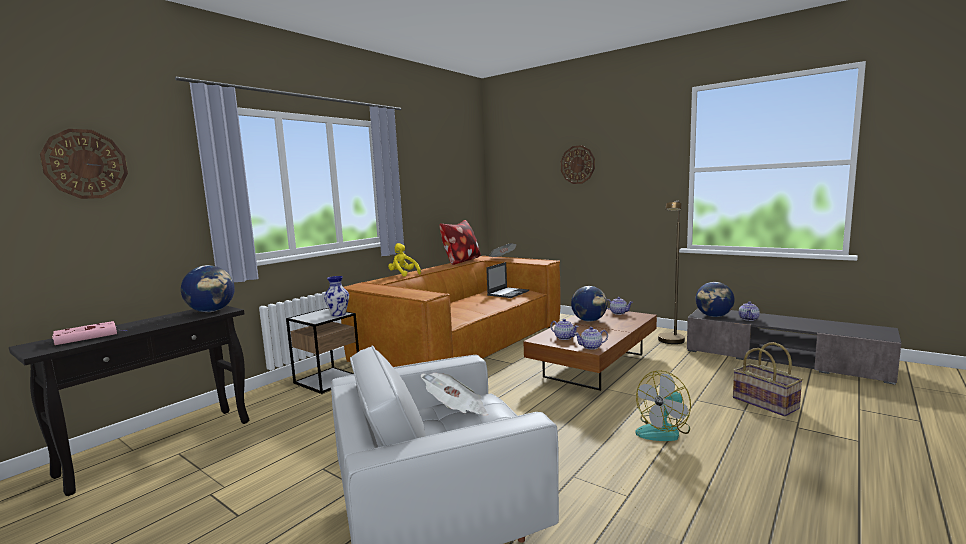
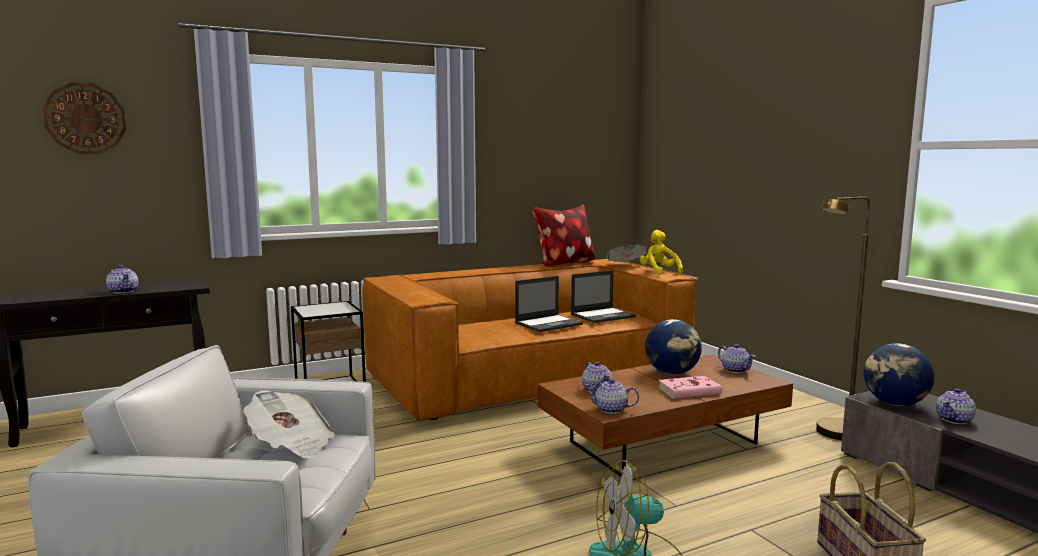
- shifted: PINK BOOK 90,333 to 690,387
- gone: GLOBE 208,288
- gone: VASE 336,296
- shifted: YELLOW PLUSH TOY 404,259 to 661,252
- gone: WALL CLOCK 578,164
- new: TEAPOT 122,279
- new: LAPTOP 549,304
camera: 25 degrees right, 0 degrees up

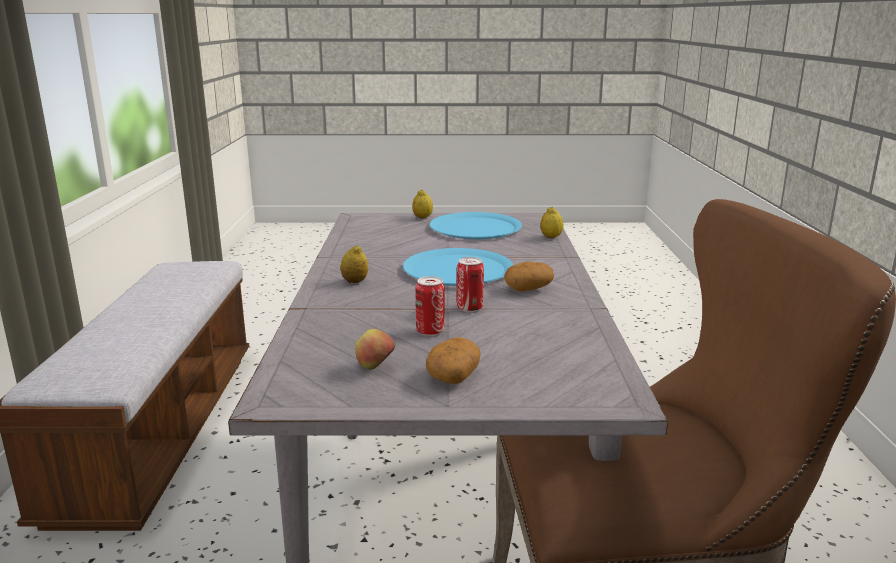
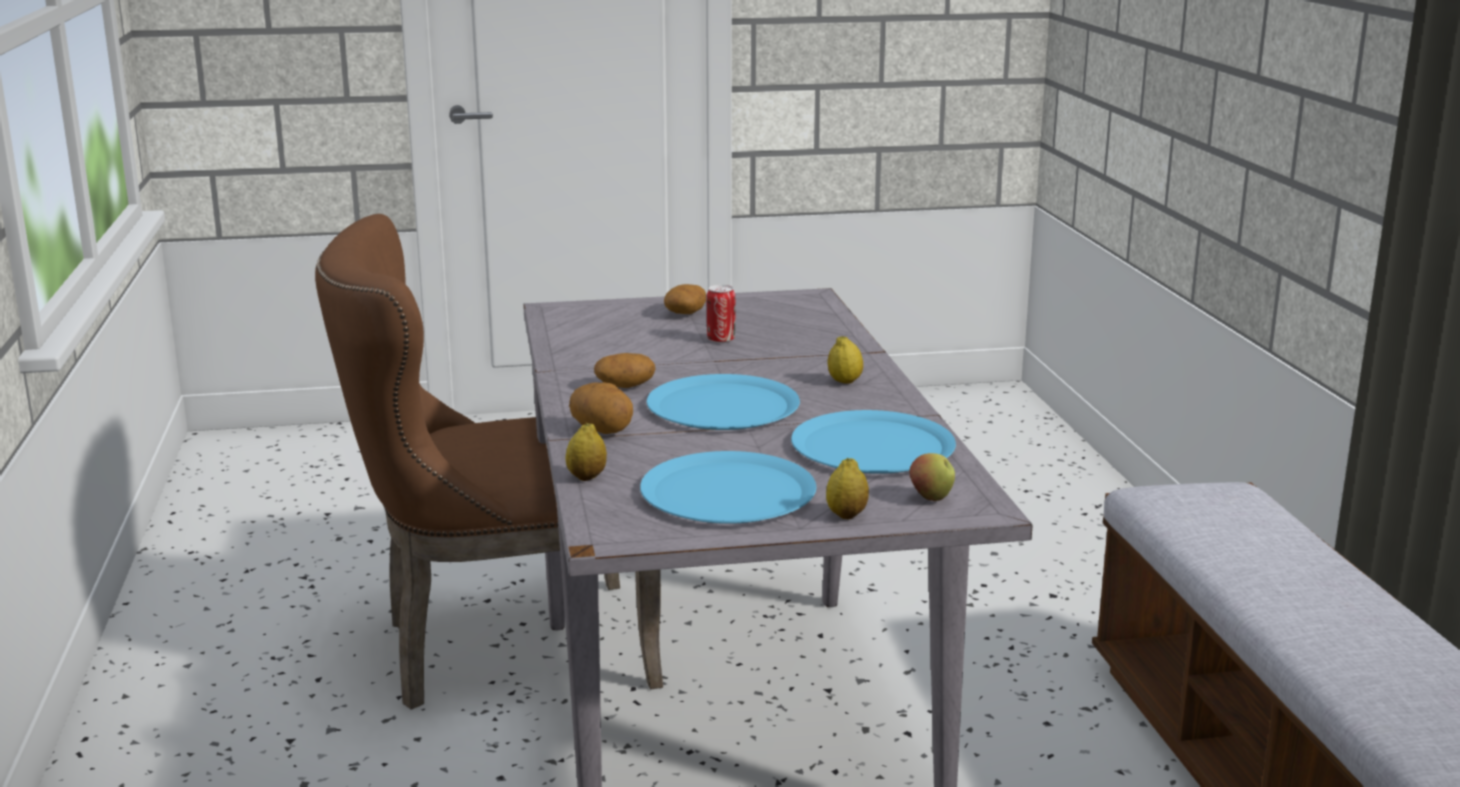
- shifted: APPLE 375,349 to 932,477
- gone: CAN 470,284
- new: POTATO 601,408
- new: BLUE PLATE 873,442
camera: 170 degrees right, 0 degrees up

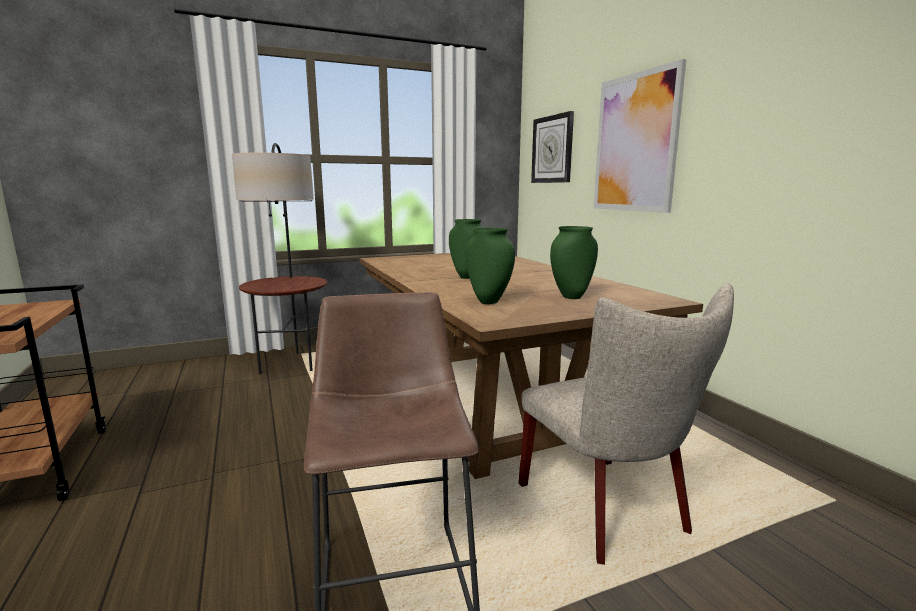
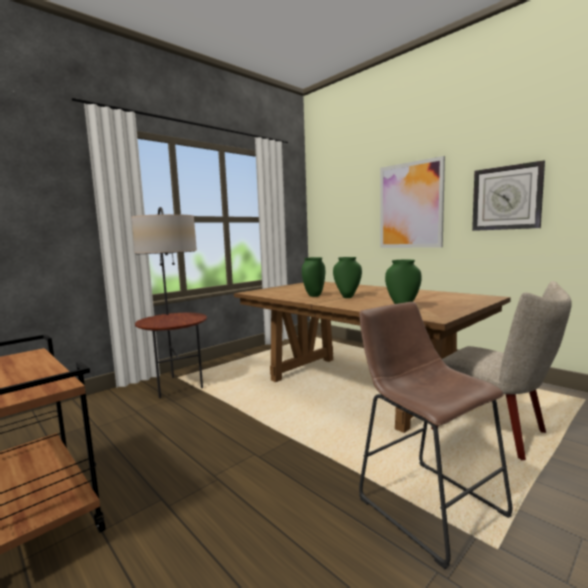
- shifted: WALL CLOCK 552,147 to 508,195
- shifted: GREEN VASE 574,262 to 313,277
camera: 20 degrees left, 5 degrees down

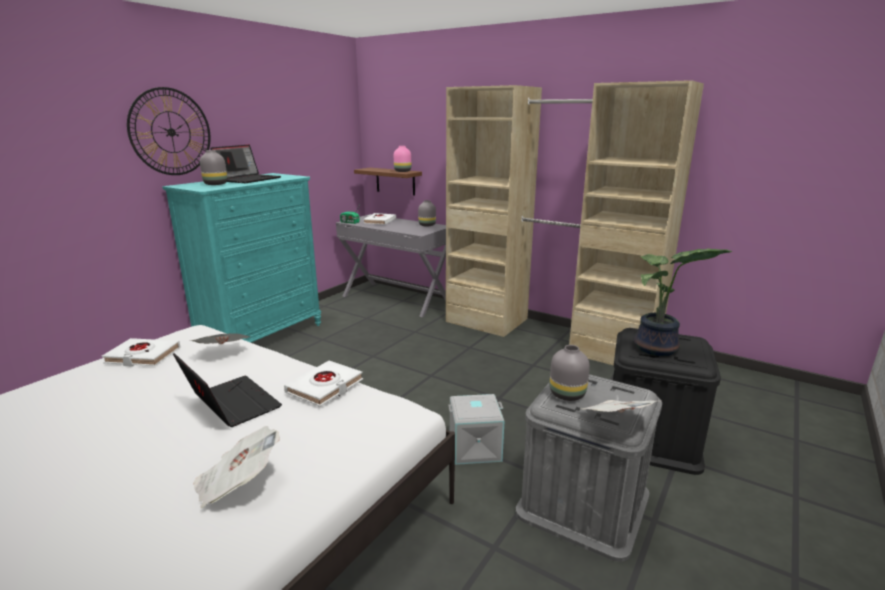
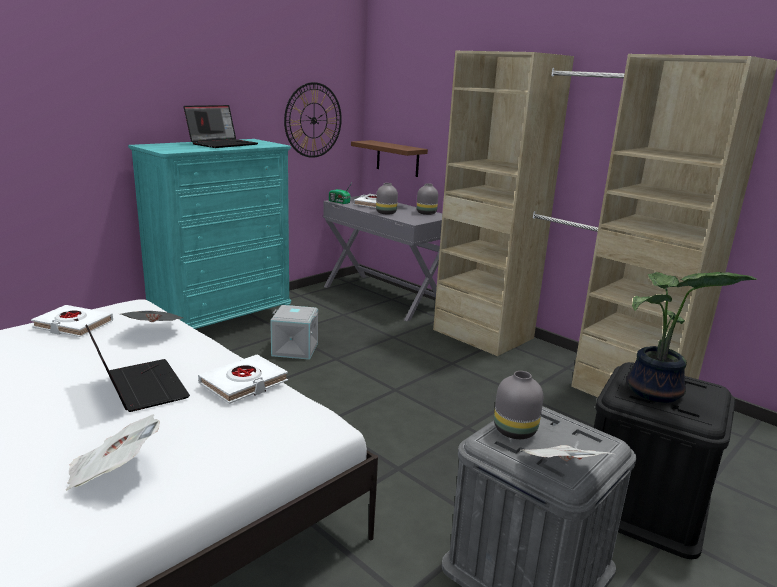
- shifted: WALL CLOCK 169,131 to 313,120
- shifted: GREY VASE 213,167 to 387,199
- gone: PINK VASE 402,159
- shifted: GREY STORAGE BOX 476,429 to 294,332
camera: 10 degrees right, 0 degrees up

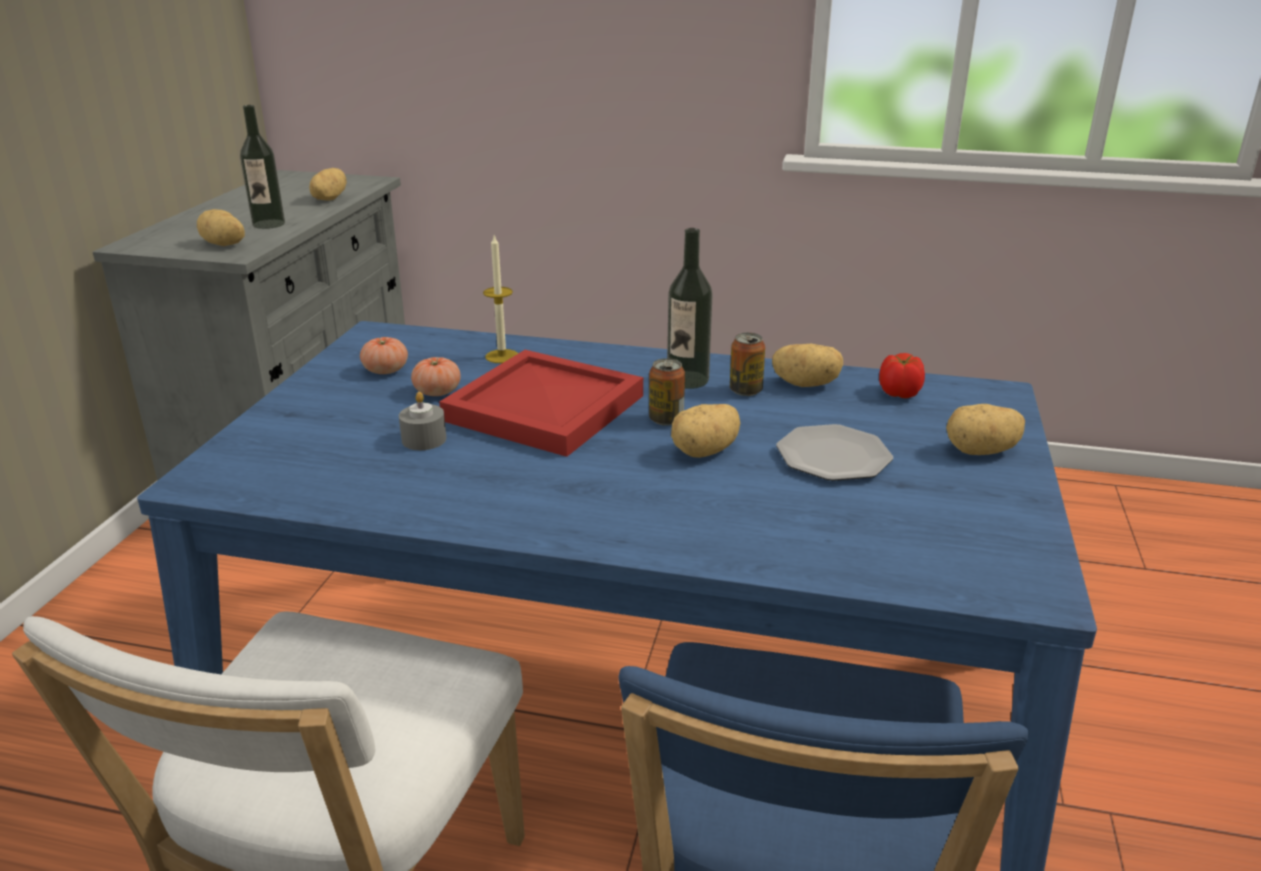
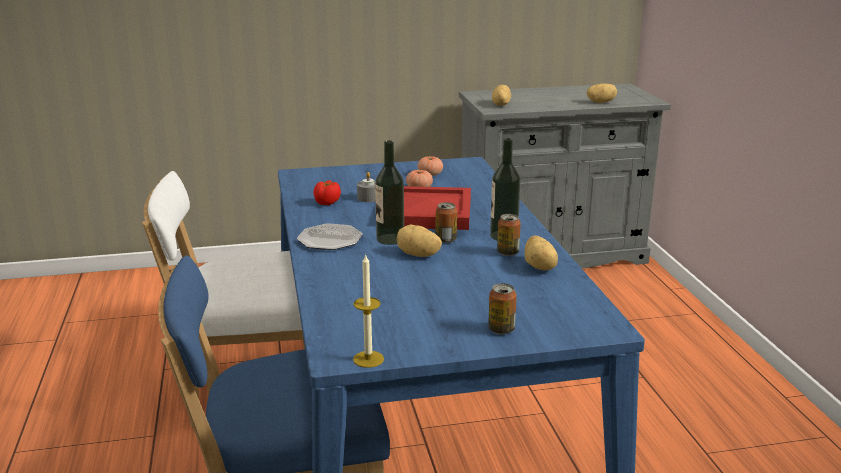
- shifted: BOTTLE 262,167 to 389,192
- shifted: CANDLE 500,299 to 368,310
- shifted: PLATE 834,452 to 330,236
- shifted: TOMATO 902,375 to 327,192
- swapped: POTATO 985,429 to CAN 502,308
camera: 65 degrees right, 5 degrees down

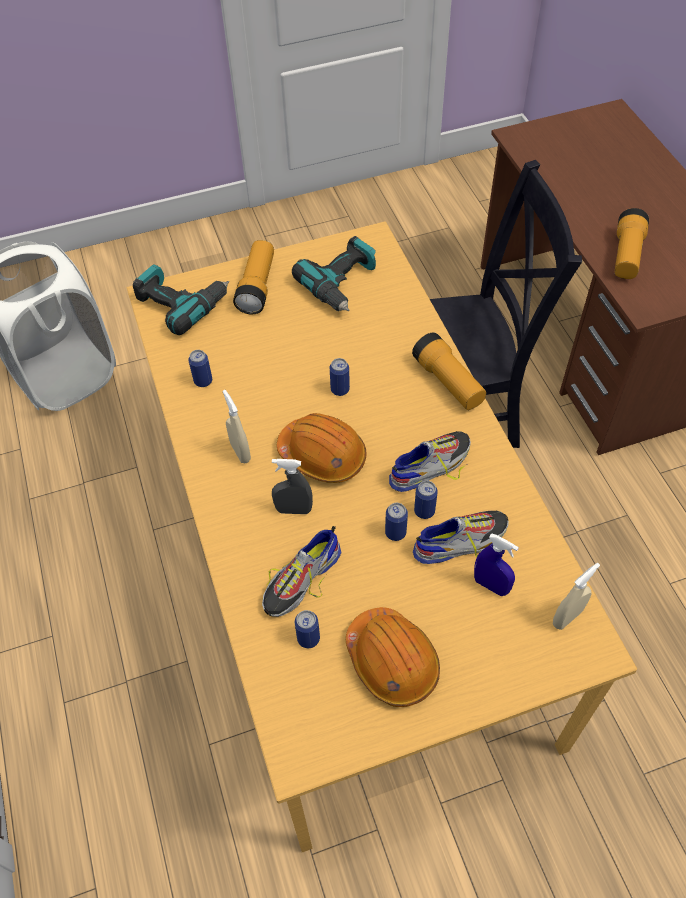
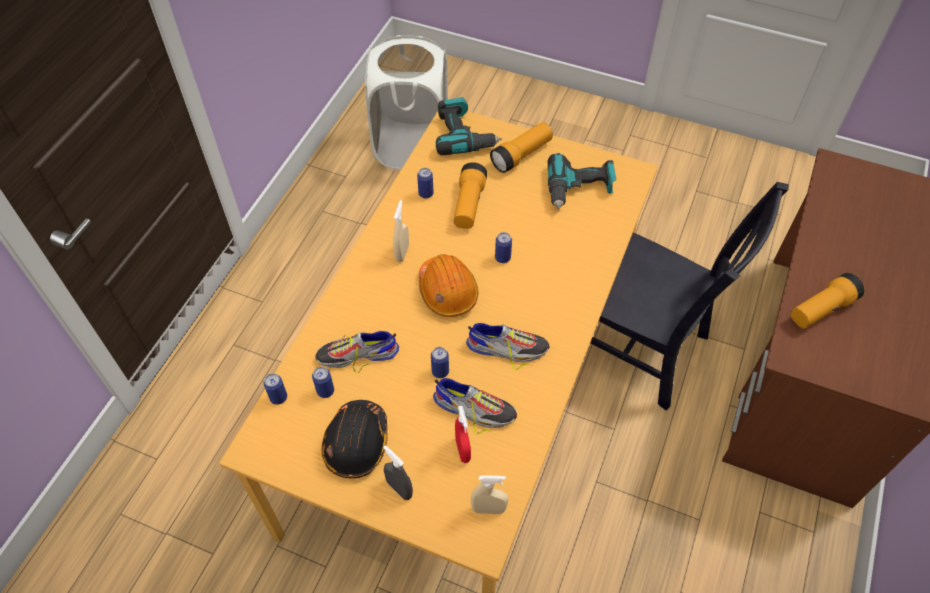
- shifted: GREY SPRAY BOTTLE 292,486 to 398,472
- repainted: ORANGE HARD HAT 393,657 to BLACK HARD HAT 354,439
- shifted: FLASHLIGHT 449,371 to 470,195
- shifted: CAN 426,500 to 275,389
- repainted: BLUE SPRAY BOTTLE 496,564 to RED SPRAY BOTTLE 463,434
camera: 40 degrees right, 0 degrees up

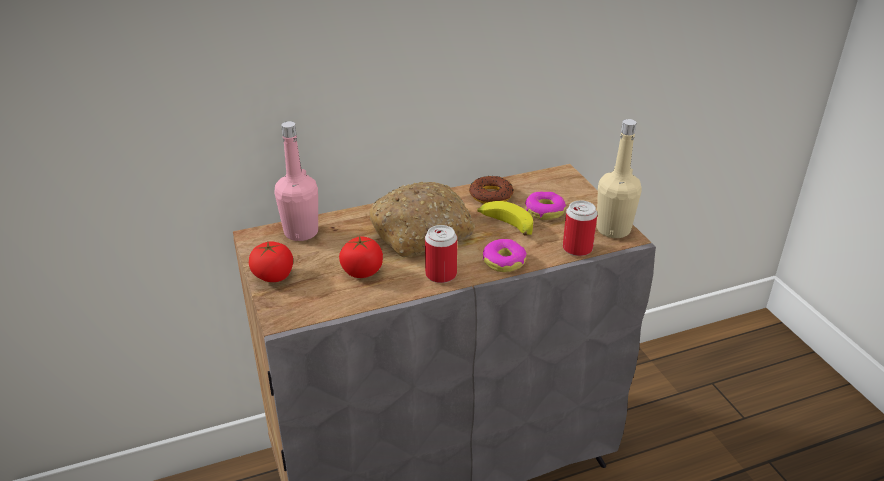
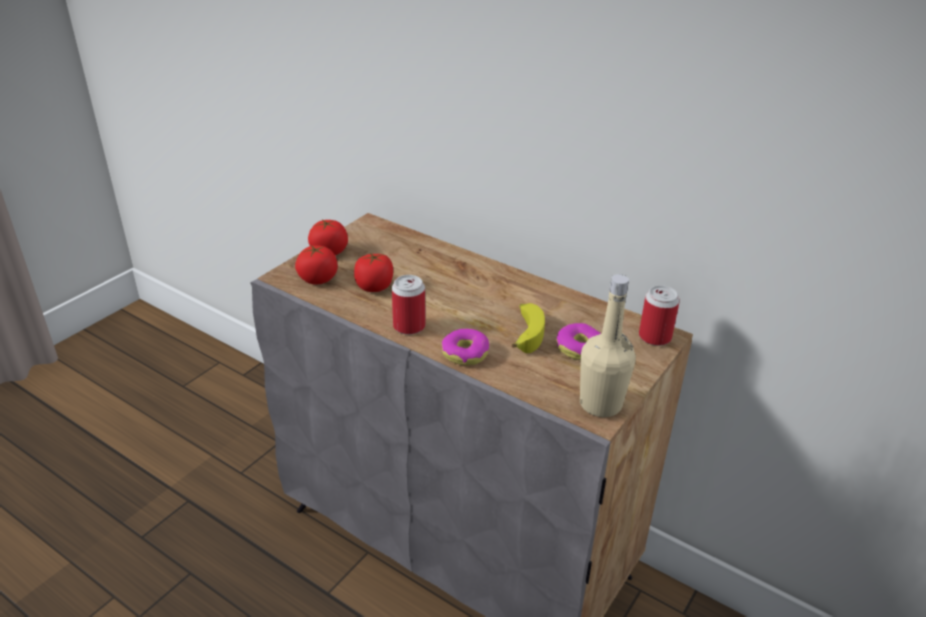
- gone: PINK BOTTLE 296,181
- gone: BREAD 422,219
- gone: DONUT 491,190
- shifted: CAN 580,228 to 659,315
- new: TOMATO 316,265
camera: 55 degrees right, 0 degrees up

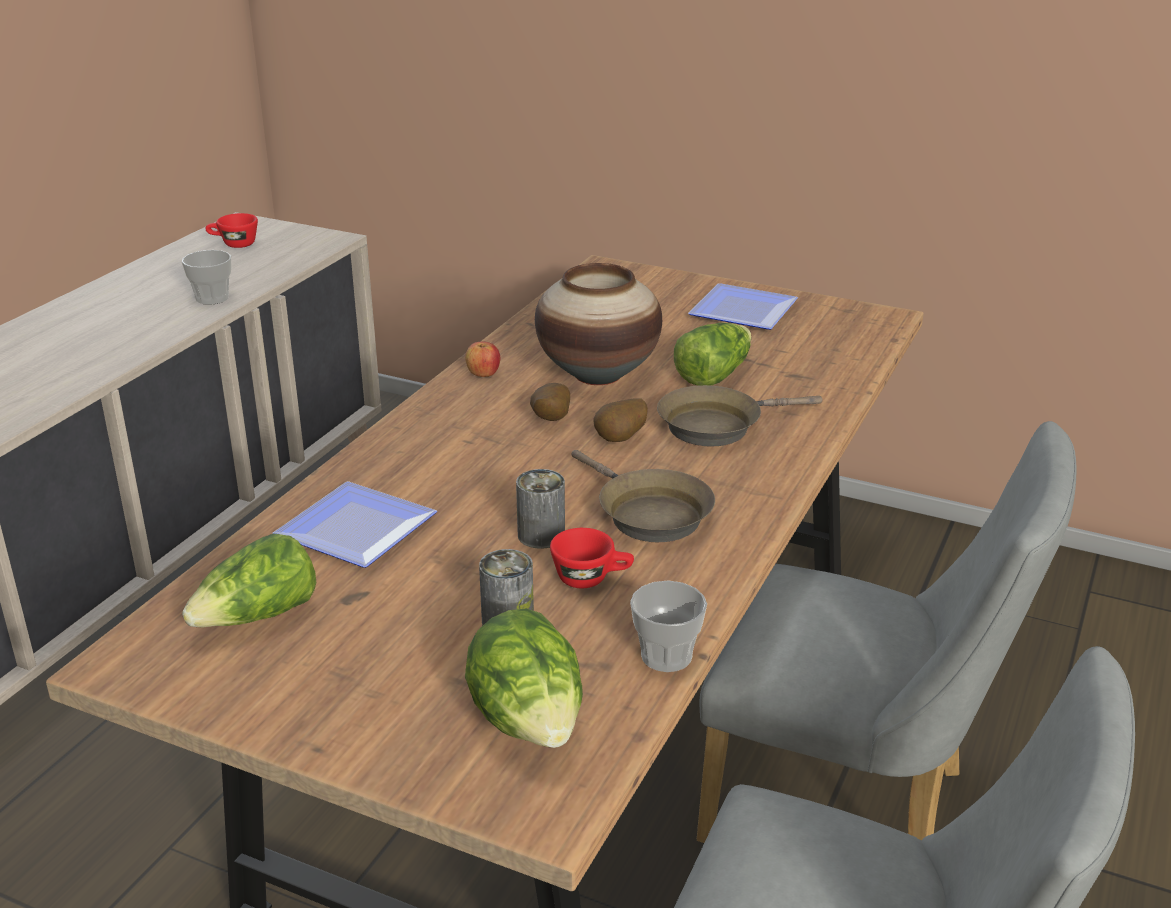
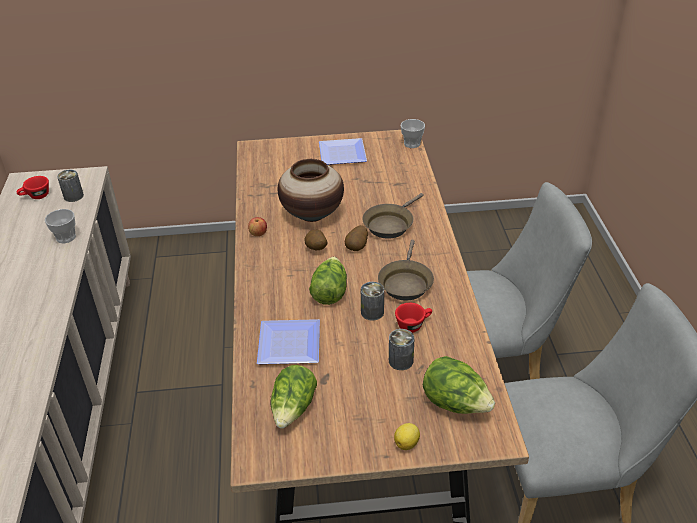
- rotated: BROWN FRYING PAN 643,496 = 406,270 75 degrees clockwise
- shifted: CUP 668,626 to 413,133
- shifted: LETTUCE 712,354 to 328,281
- new: CAN 70,186
- new: LEMON 407,436
camera: 30 degrees left, 10 degrees up

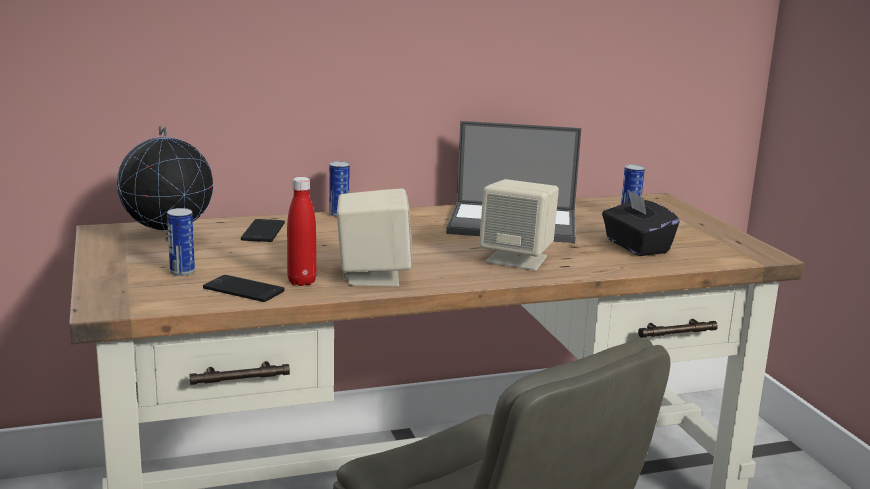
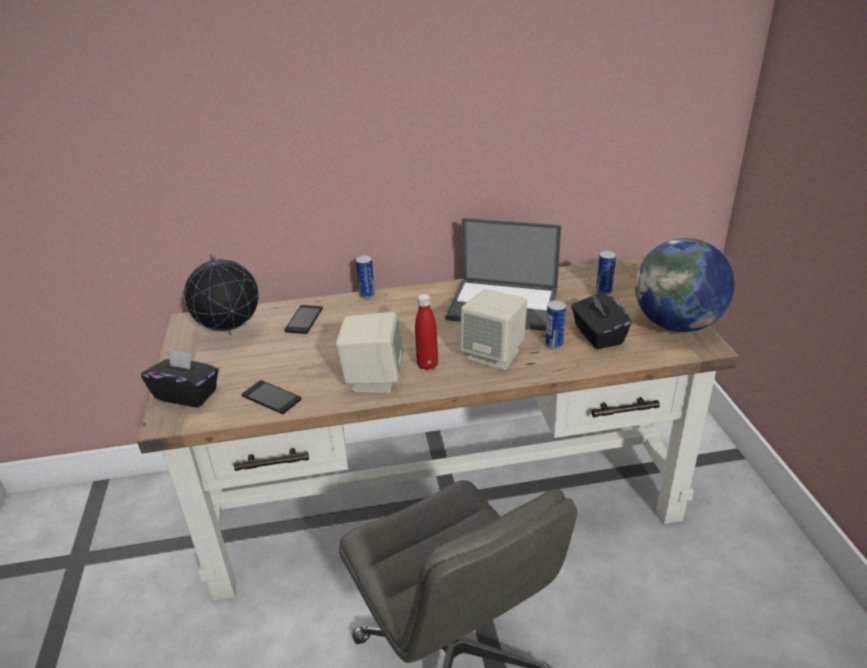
- shifted: CAN 181,242 to 555,324
- shifted: RED BOTTLE 301,231 to 426,332
- new: BLACK TISSUE BOX 180,378
- new: GLOBE 684,285
camera: 10 degrees right, 15 degrees up

